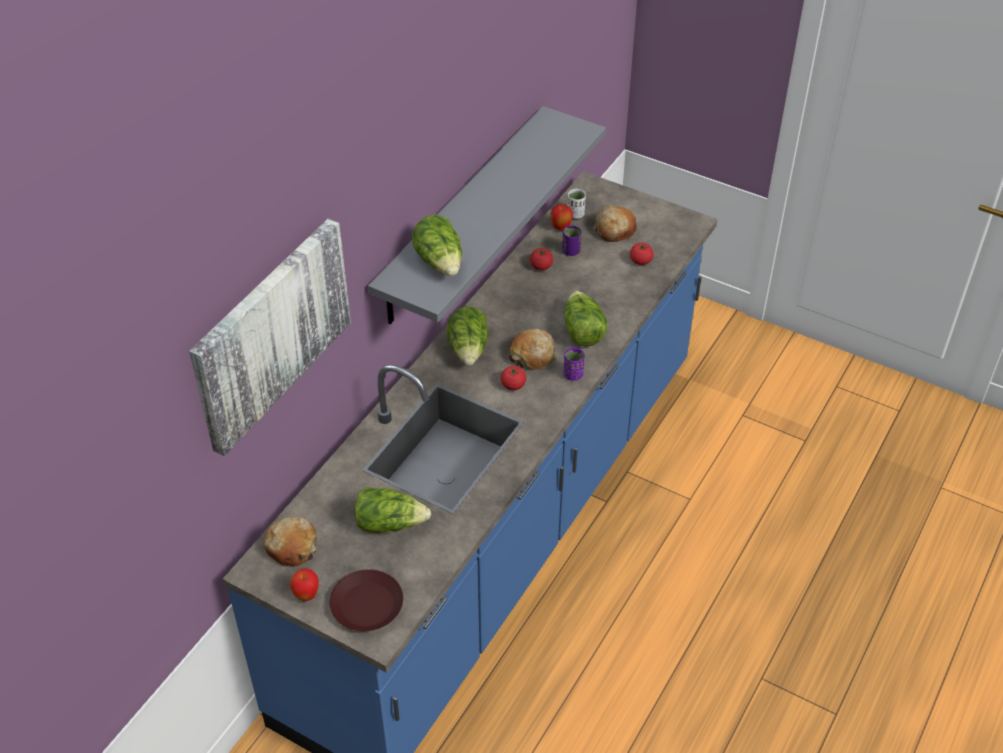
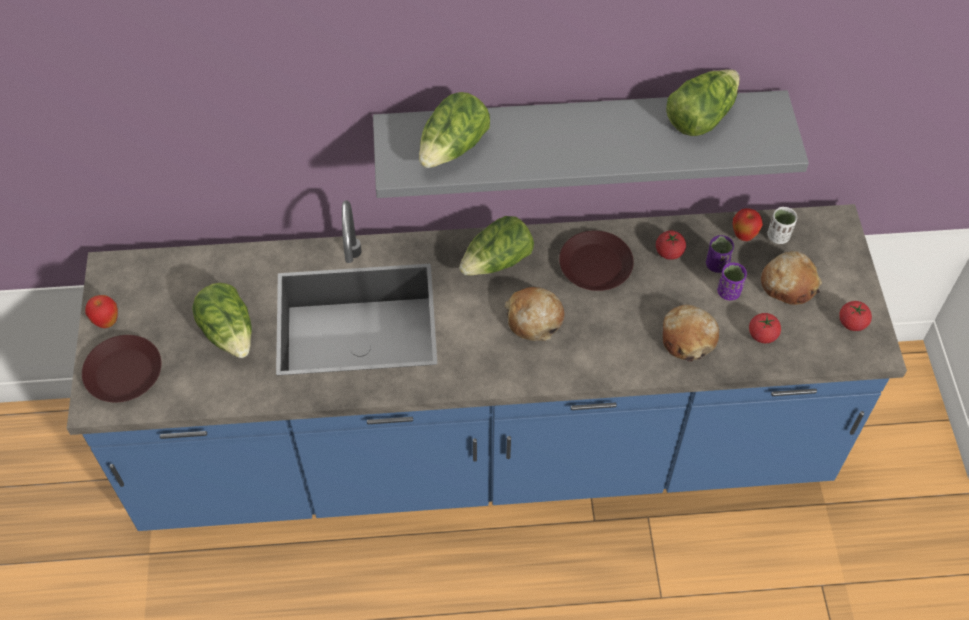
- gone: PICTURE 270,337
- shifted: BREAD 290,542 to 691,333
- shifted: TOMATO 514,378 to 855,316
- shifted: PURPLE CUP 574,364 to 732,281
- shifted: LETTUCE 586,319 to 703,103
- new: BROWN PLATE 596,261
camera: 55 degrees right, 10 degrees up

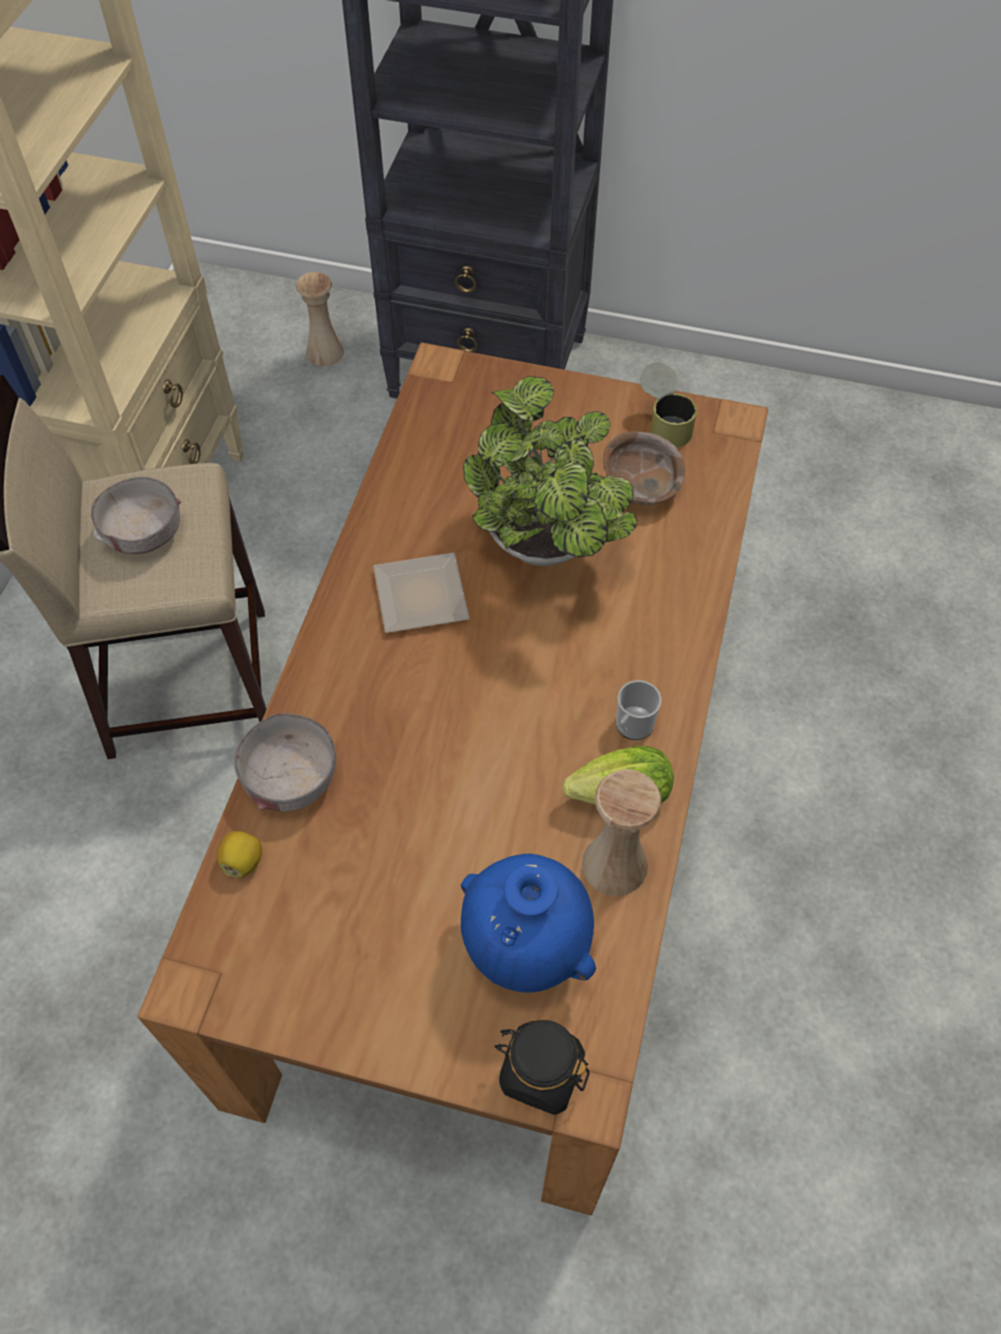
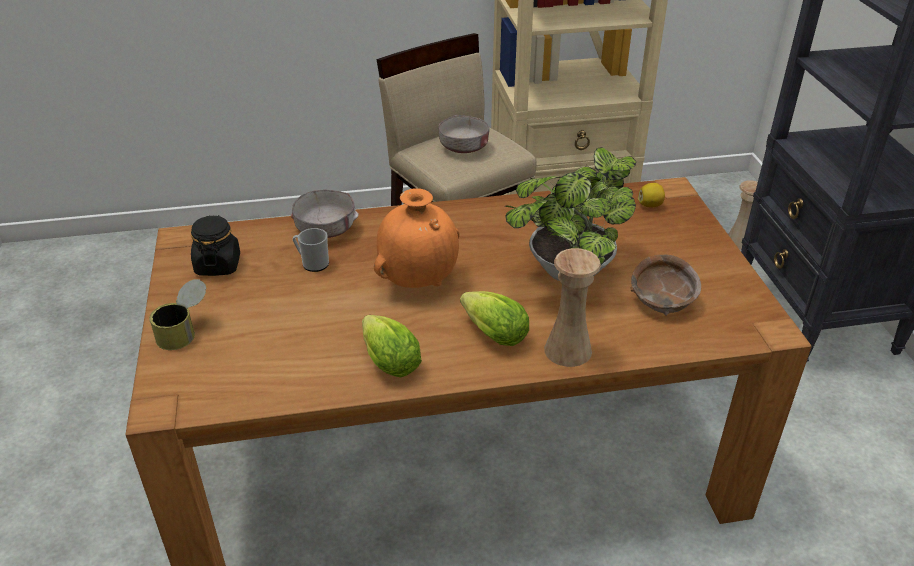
- shifted: LEMON 239,854 to 651,195
- gone: PLATE 421,592
- gone: BLUE VASE 528,923
- shifted: BLACK JAR 542,1067 to 215,245
- shifted: BEIGE VASE 621,832 to 572,307
- shifted: MUG 639,710 to 311,250
- shifted: CAN 668,405 to 177,314
- new: ORANGE VASE 417,238
- new: LETTUCE 494,318
camera: 65 degrees right, 20 degrees down

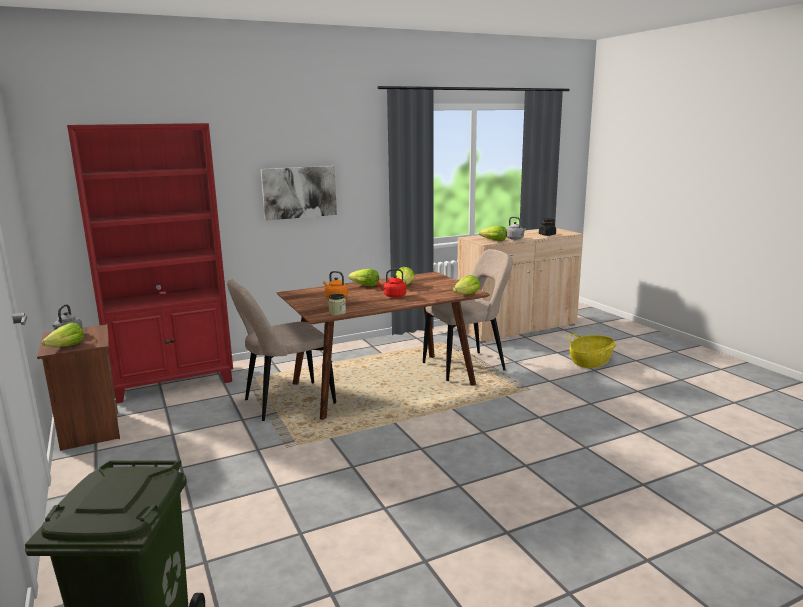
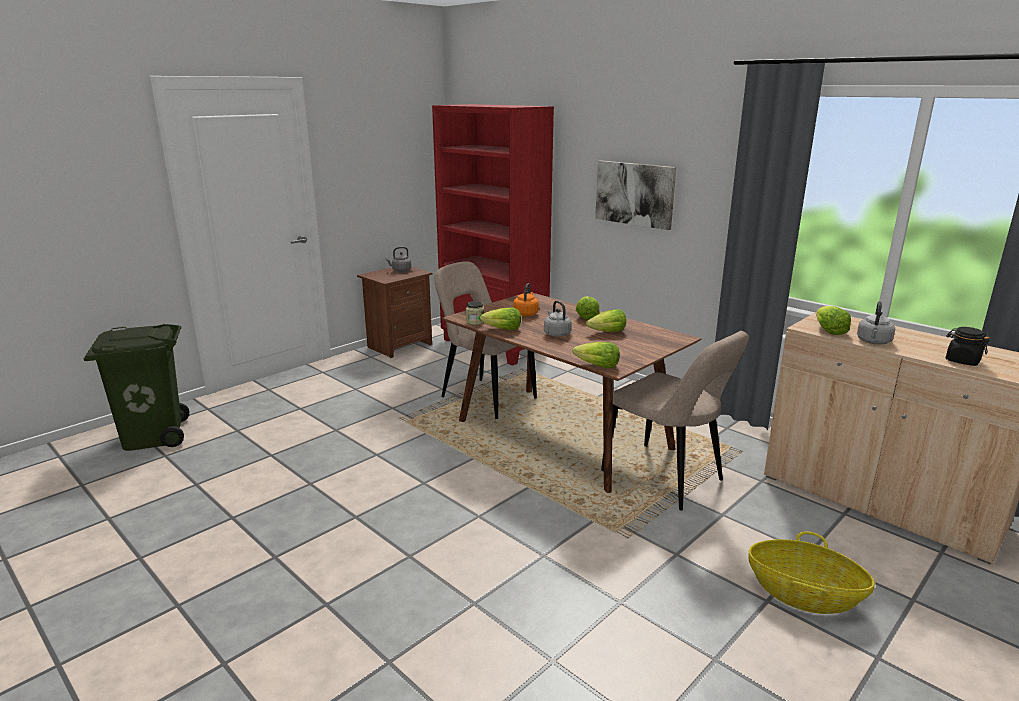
- shifted: LETTUCE 62,335 to 500,318
- repainted: RED KETTLE 391,283 to GREY KETTLE 558,319
camera: 70 degrees right, 5 degrees up

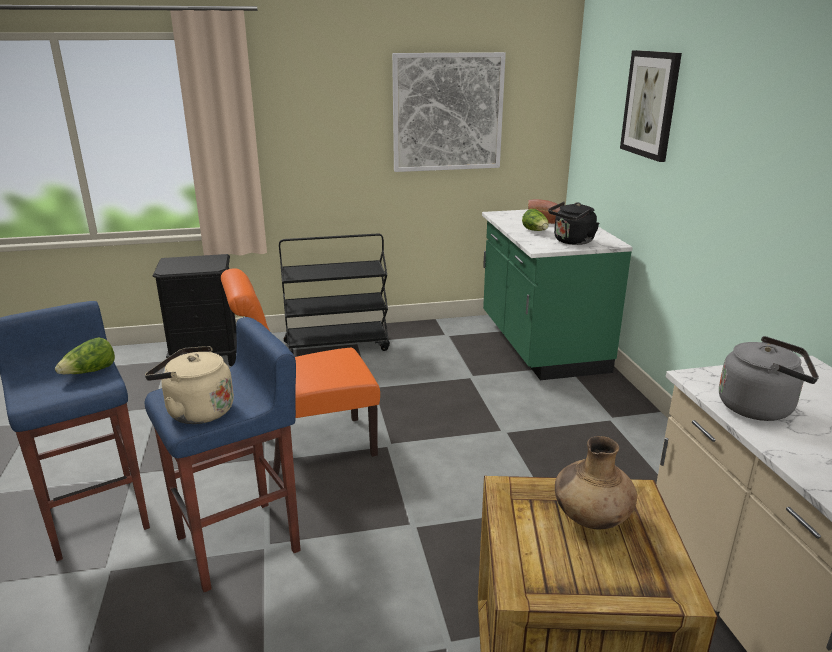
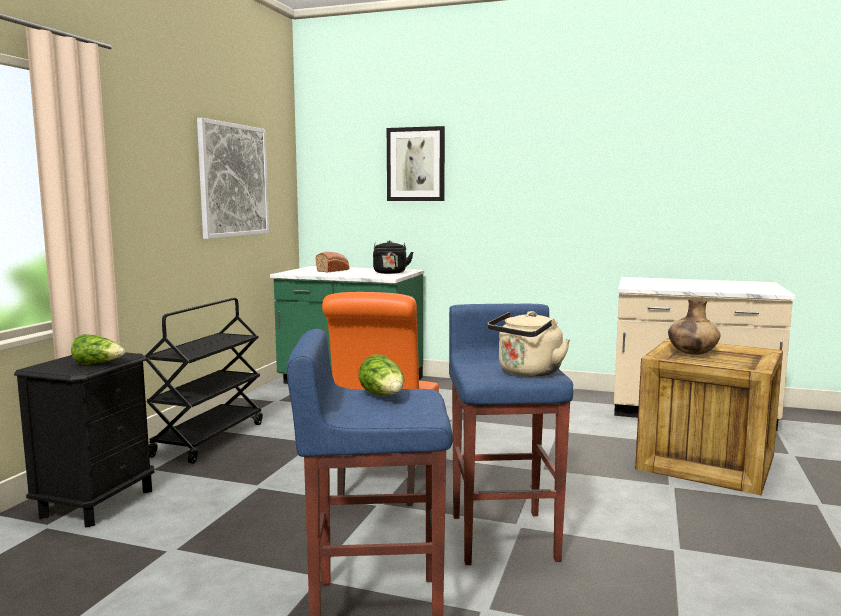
- shifted: LETTUCE 535,220 to 98,349
- gone: GREY KETTLE 769,378
camera: 60 degrees left, 15 degrees down

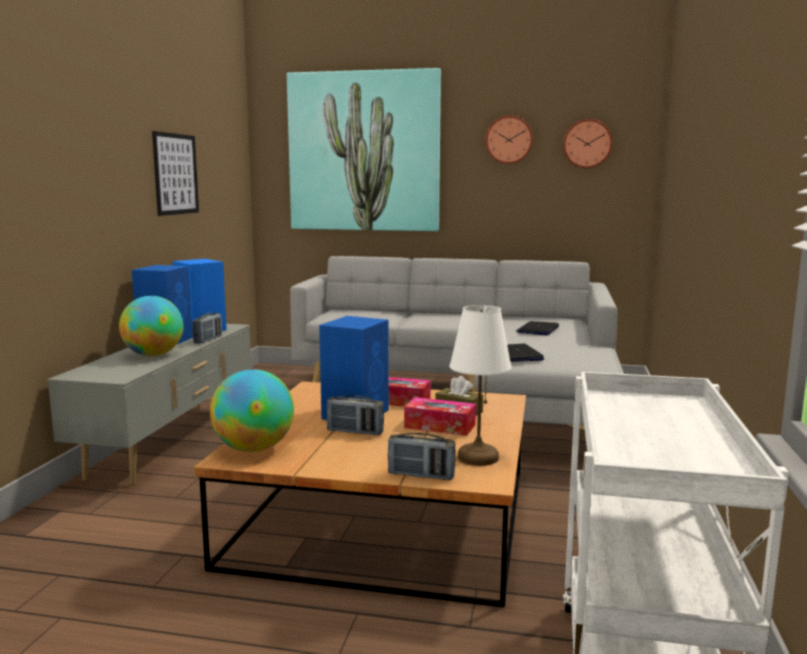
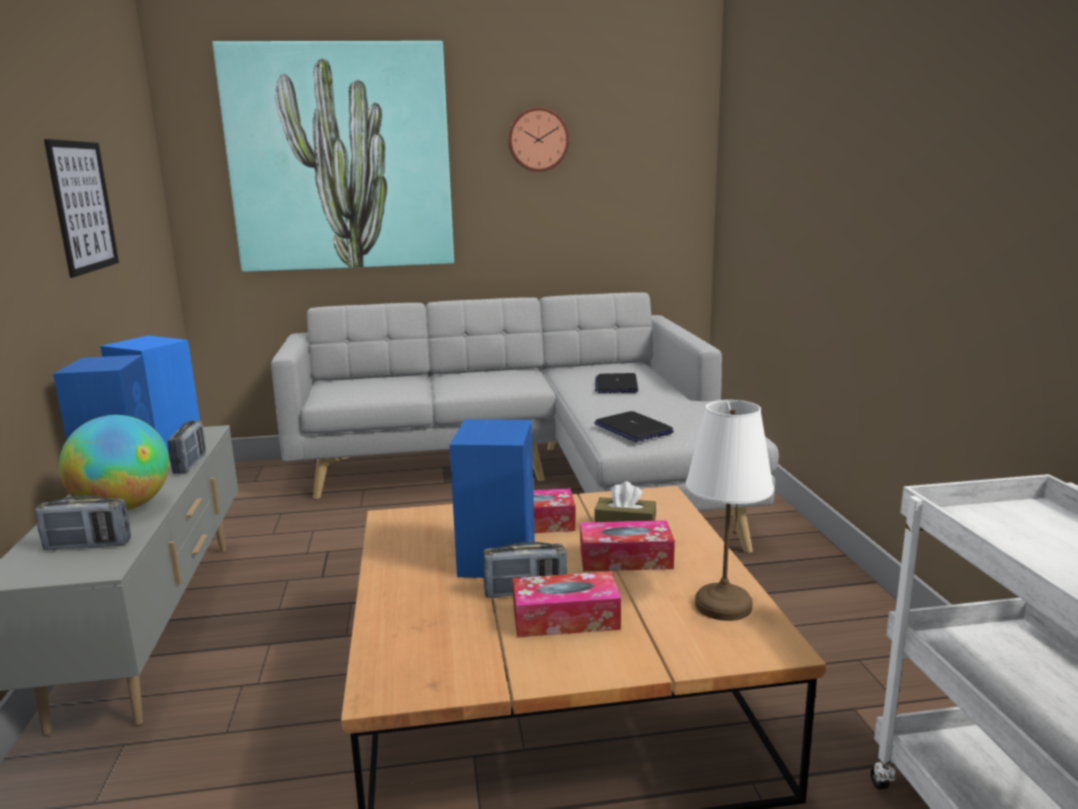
- gone: GLOBE 252,410
- shifted: RADIO 422,456 to 83,523
- gone: WALL CLOCK 588,144
- new: TISSUE BOX 567,604
camera: 20 degrees left, 5 degrees up

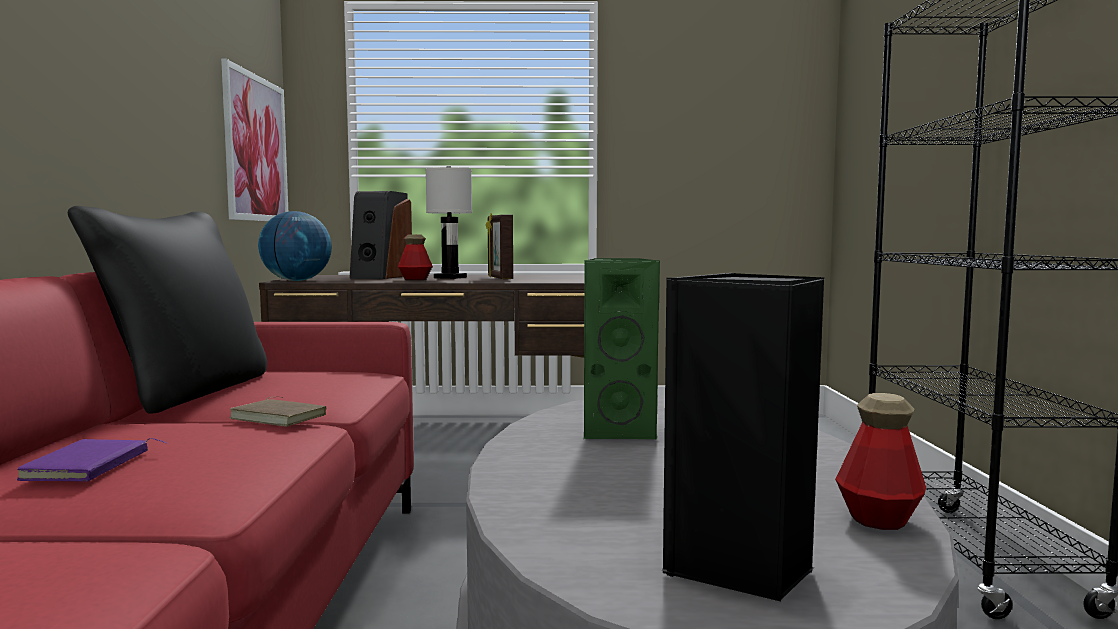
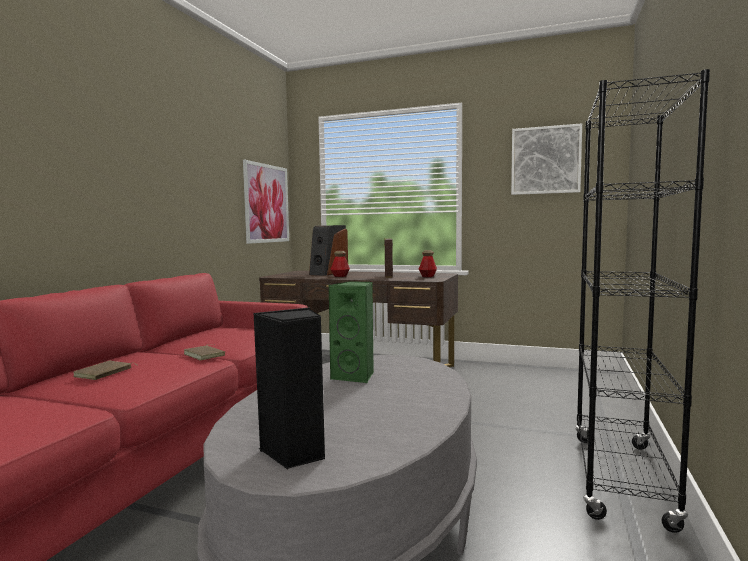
- repainted: PURPLE BOOK 92,460 to BROWN BOOK 105,370
- gone: BLACK PILLOW 167,310
- gone: GLOBE 295,246
- gone: WHITE TABLE LAMP 448,222
- shifted: BOTTLE 880,461 to 428,263
- new: PICTURE 546,159
camera: 20 degrees right, 0 degrees up

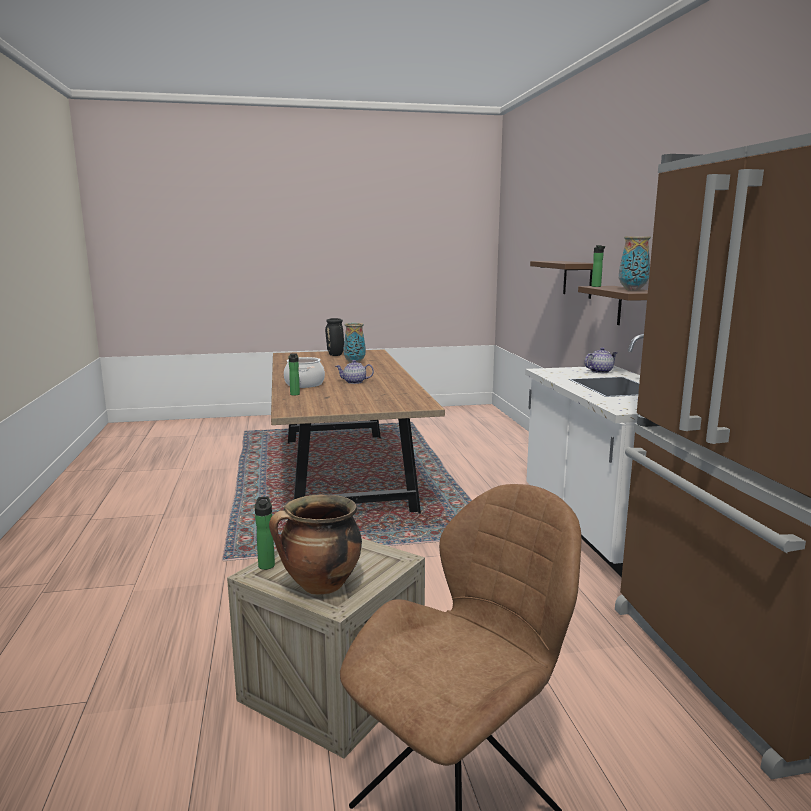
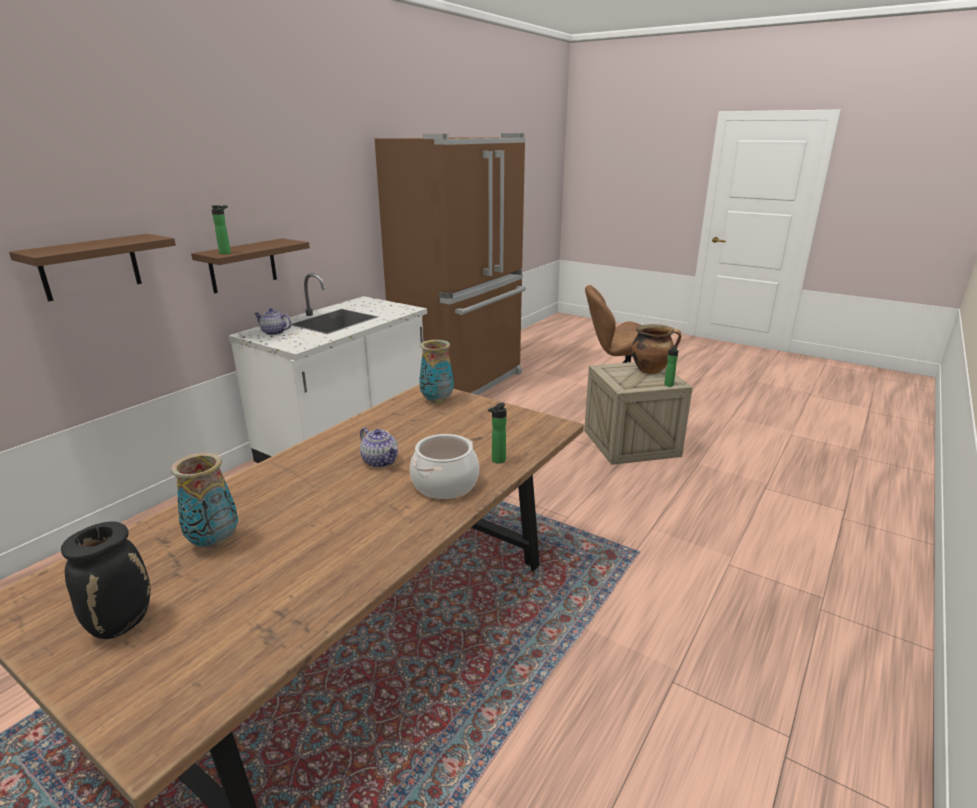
- shifted: VASE 635,263 to 436,372
camera: 135 degrees left, 10 degrees up

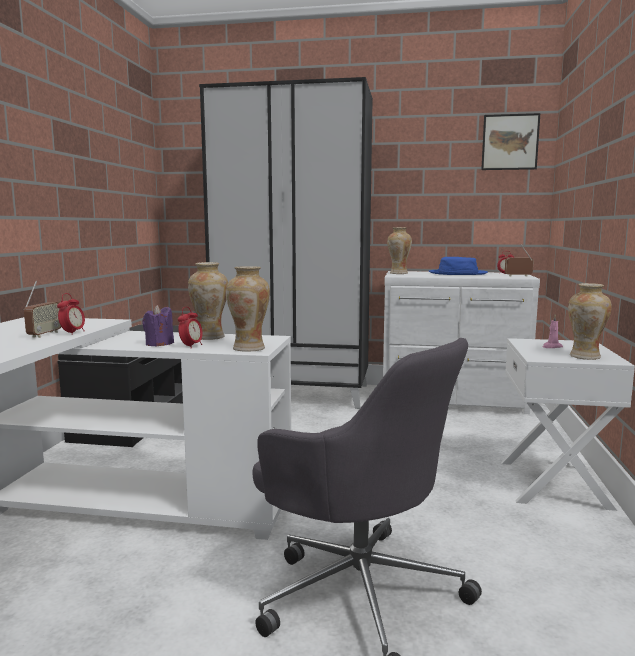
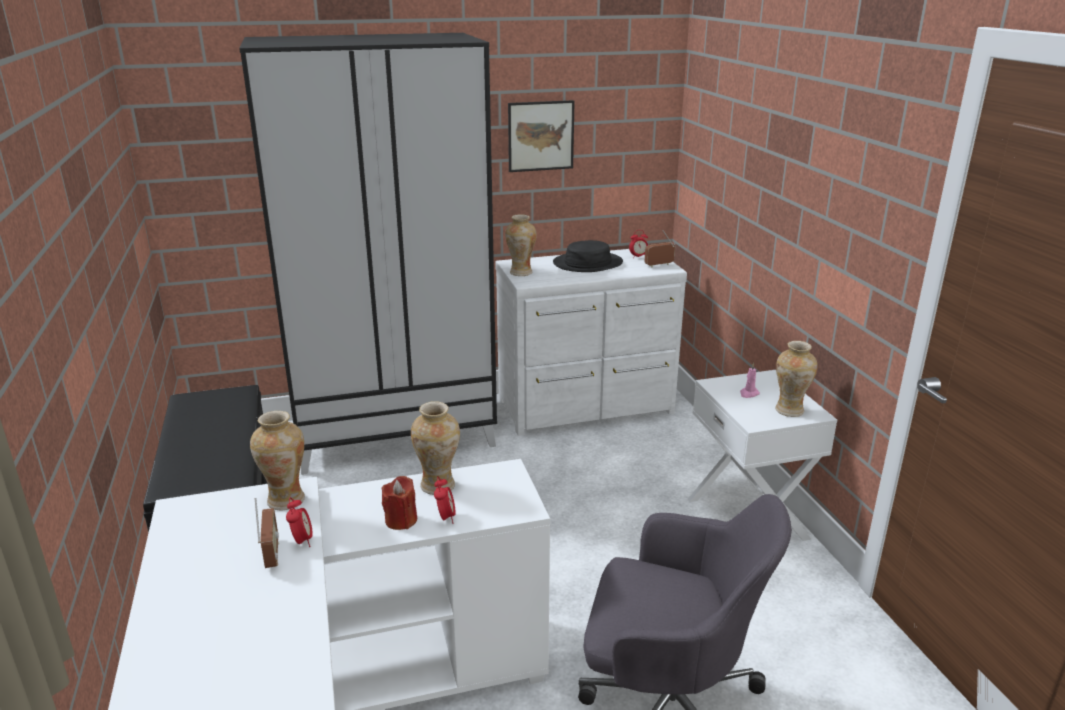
- repainted: PURPLE CANDLE 158,325 to RED CANDLE 399,503
- shifted: VASE 248,309 to 277,460
- repainted: BLUE HAT 458,266 to BLACK HAT 588,256
- shifted: PICTURE 510,141 to 541,136
camera: 25 degrees left, 15 degrees up

